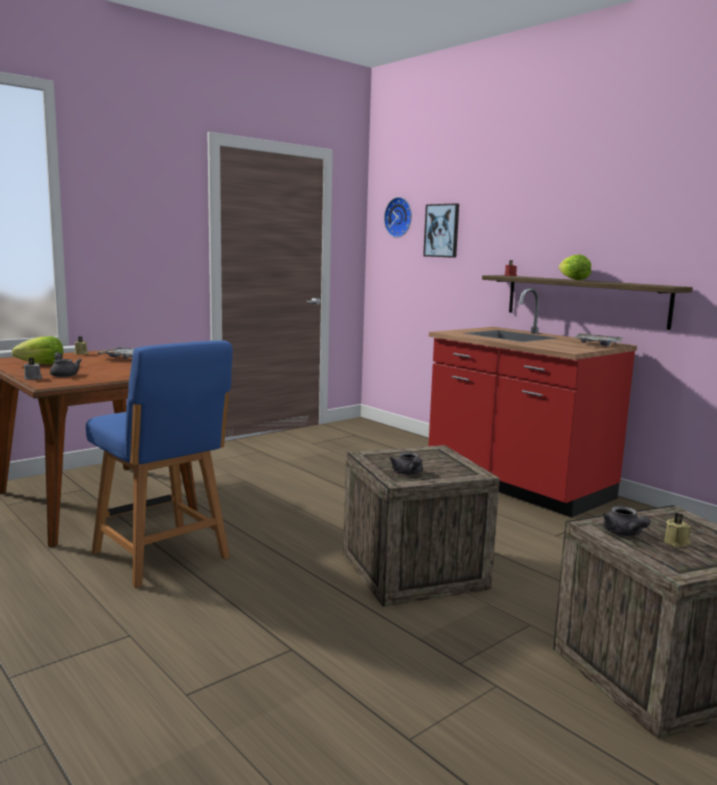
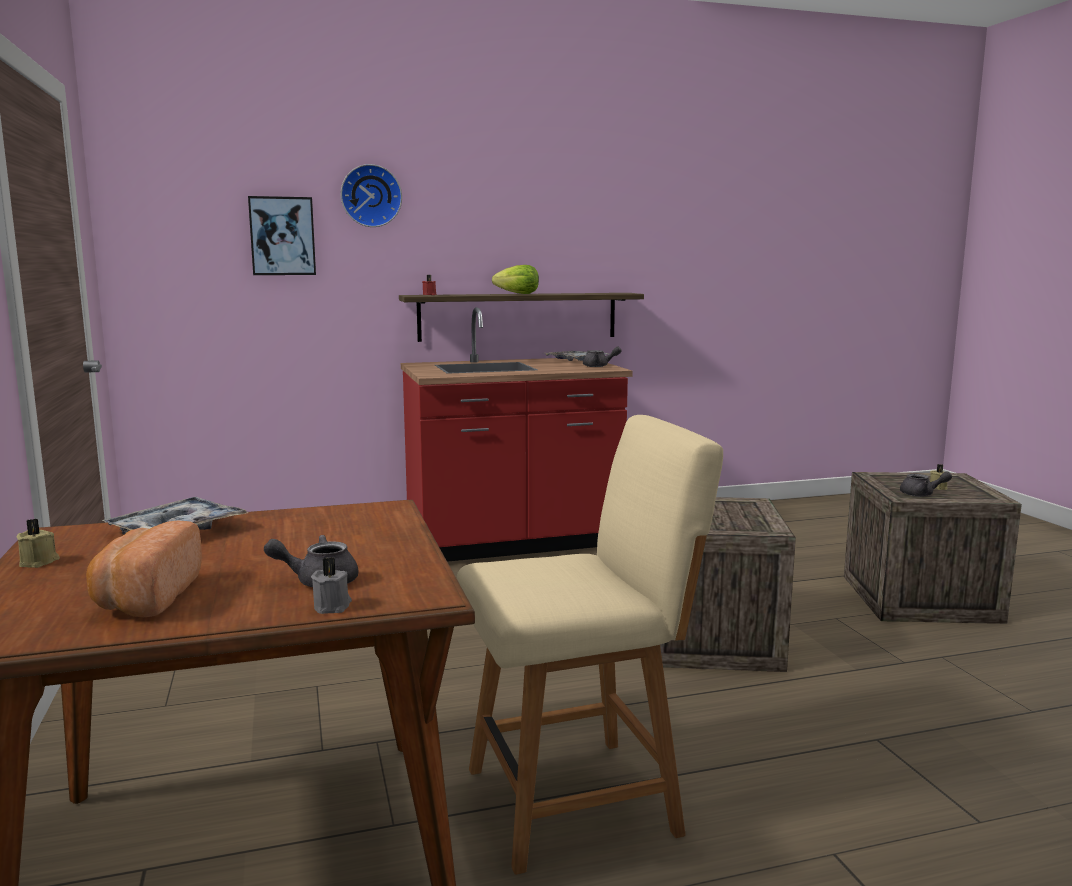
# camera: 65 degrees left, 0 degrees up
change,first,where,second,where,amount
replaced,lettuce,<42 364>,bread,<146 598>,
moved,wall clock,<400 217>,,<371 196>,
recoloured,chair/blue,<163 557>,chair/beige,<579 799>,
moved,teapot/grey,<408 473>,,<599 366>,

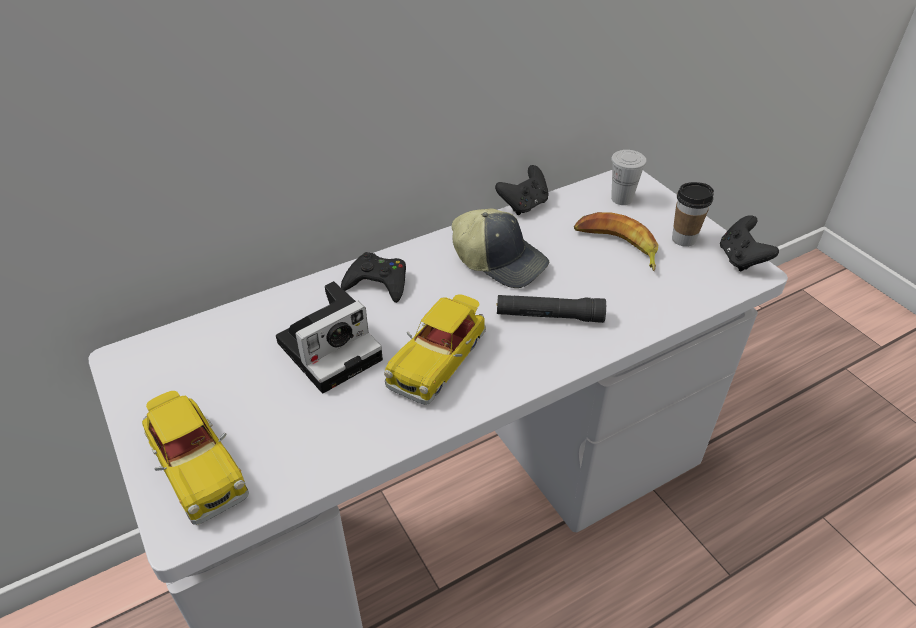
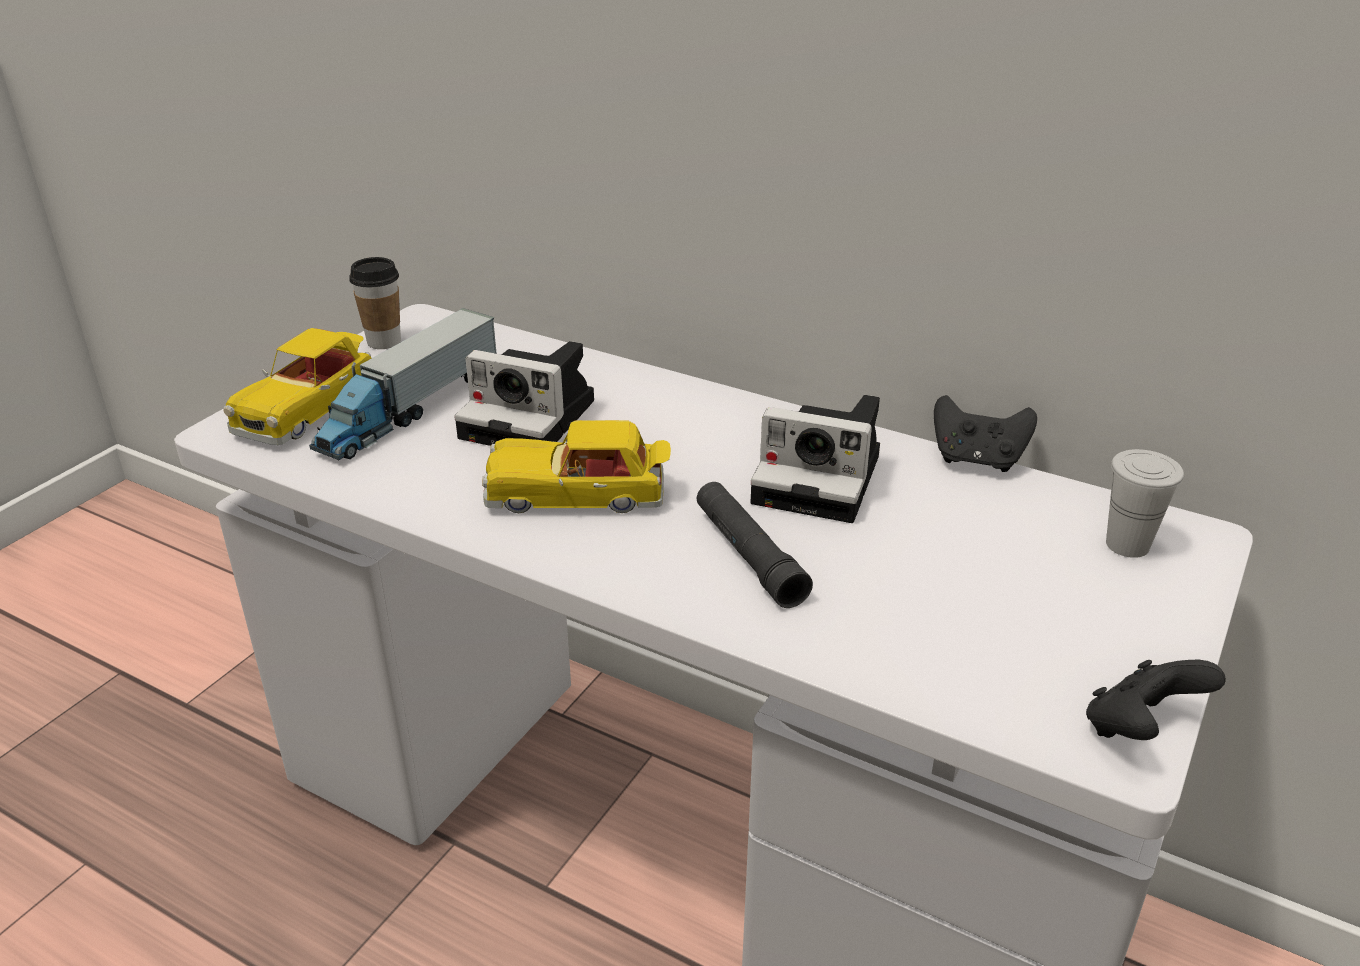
# camera: 60 degrees right, 10 degrees down
change,first,where,second,where,amount
added,,,toy truck,<410 409>,
moved,cup,<683 239>,,<384 342>,
replaced,cap,<500 261>,photo camera,<823 479>,
removed,game controller/black,<378 282>,,,
removed,banana,<617 246>,,,

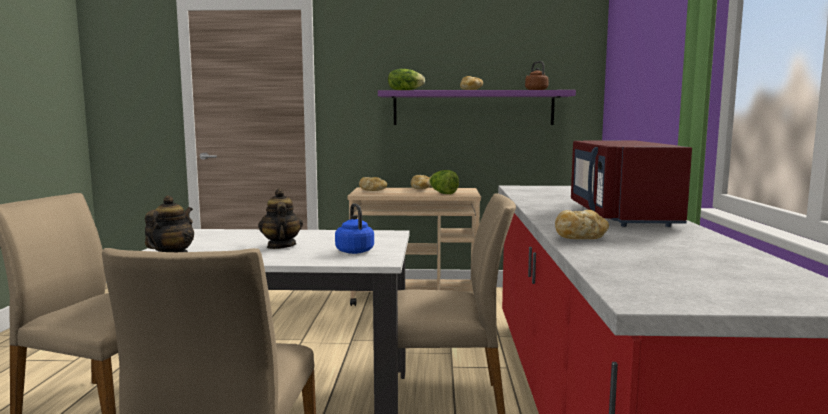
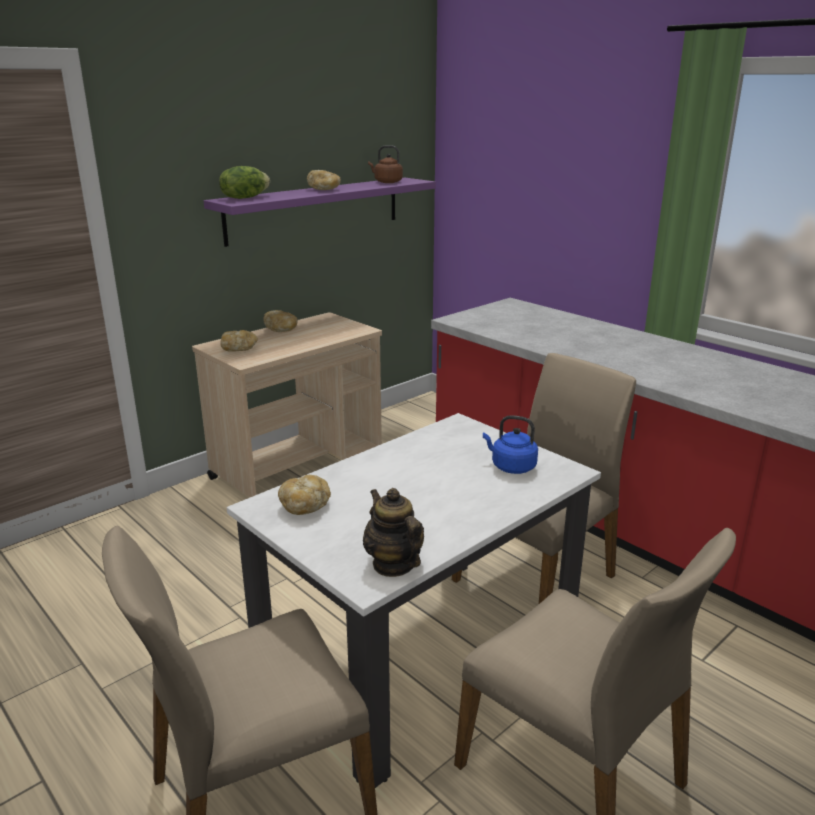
# camera: 45 degrees left, 15 degrees up
change,first,where,second,where,amount
moved,bread,<580 238>,,<305 506>,
removed,teapot,<281 246>,,,
removed,lettuce,<442 193>,,,
removed,microwave/red,<620 216>,,,

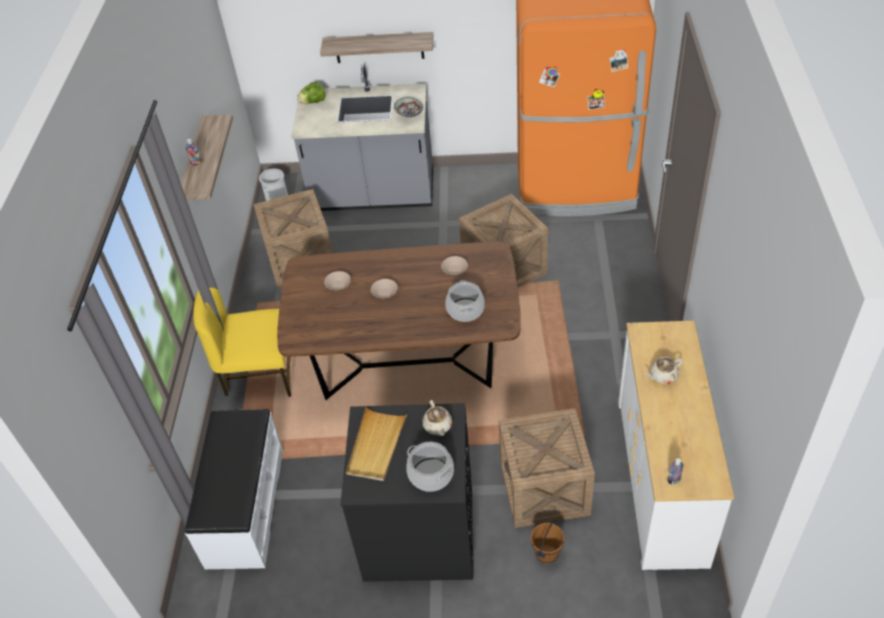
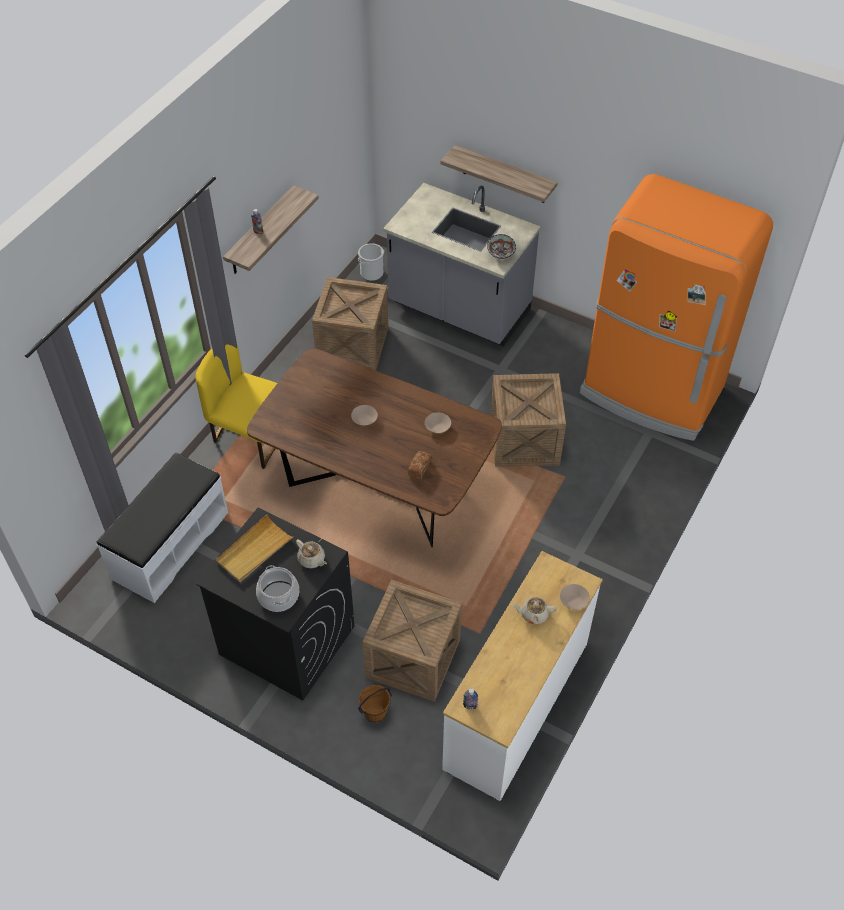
# camera: 25 degrees right, 5 degrees up
change,first,where,second,where,amount
turned,teapot/beige,<437 426>,,<312 559>,60 degrees counterclockwise
replaced,cooking pot,<465 310>,bread,<419 468>,
moved,bowl/beige,<338 285>,,<574 600>,
removed,lettuce,<313 102>,,,

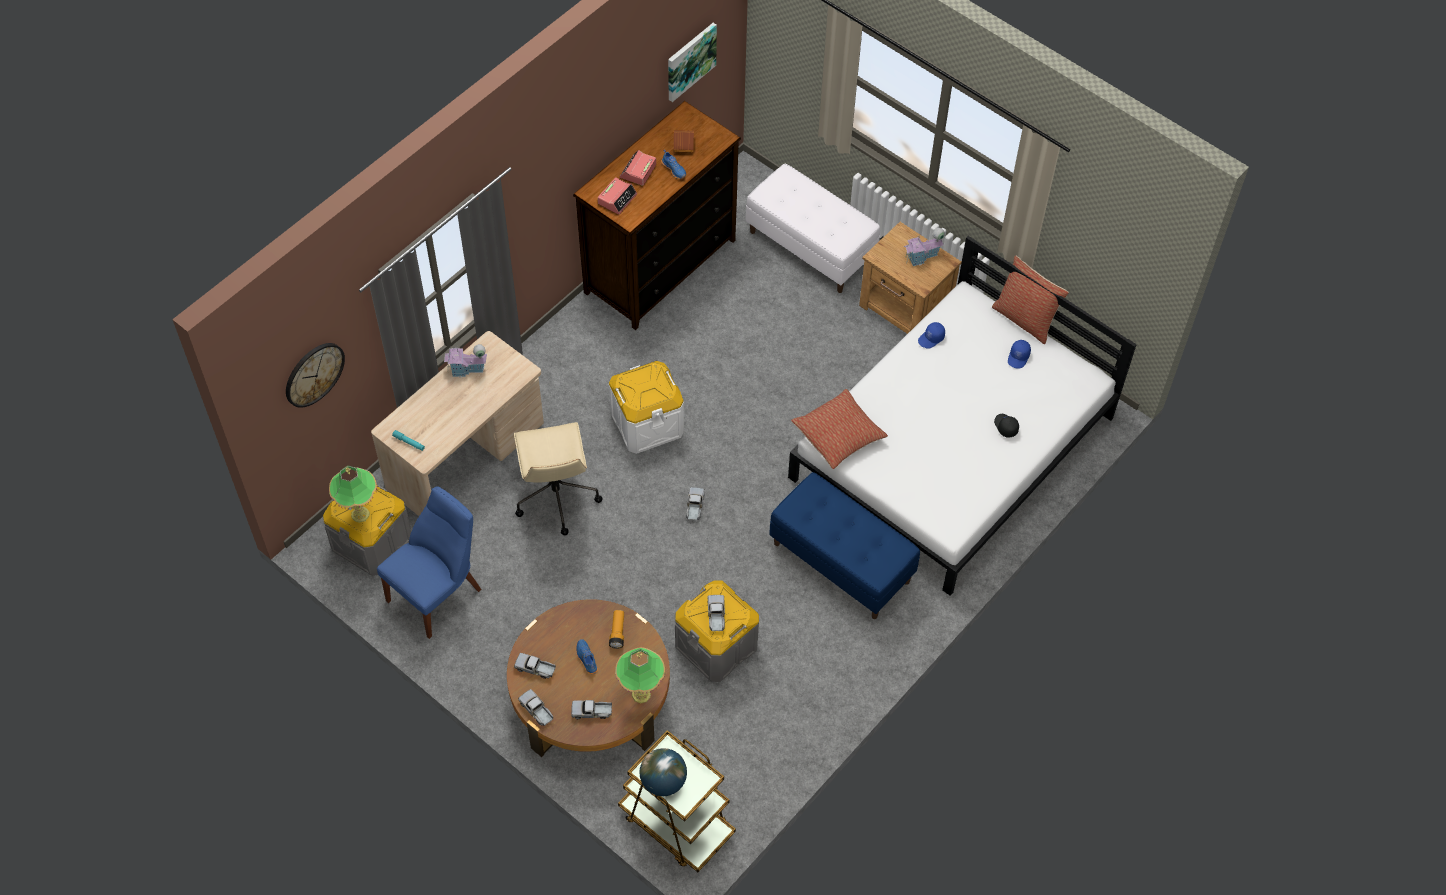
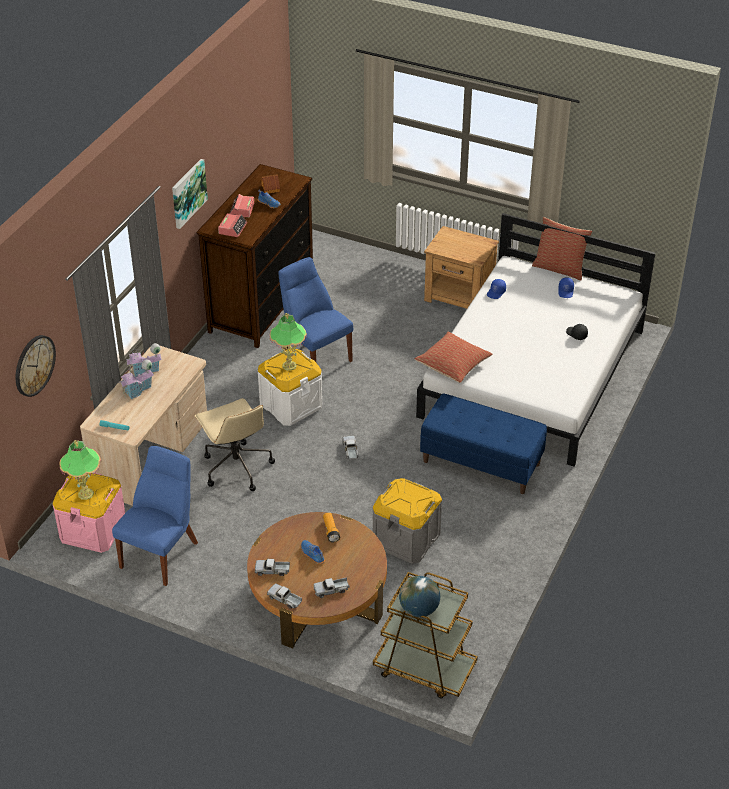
# camera: 15 degrees left, 15 degrees down
change,first,where,second,where,amount
recoloured,storage box/grey,<372 542>,storage box/pink,<93 530>,
moved,toy house,<922 257>,,<138 390>,
moved,picture,<690 61>,,<188 193>,
moved,table lamp,<641 694>,,<289 365>,
added,,,chair/blue,<315 354>,
removed,toy truck,<716 615>,,,
removed,bench/white,<811 247>,,,

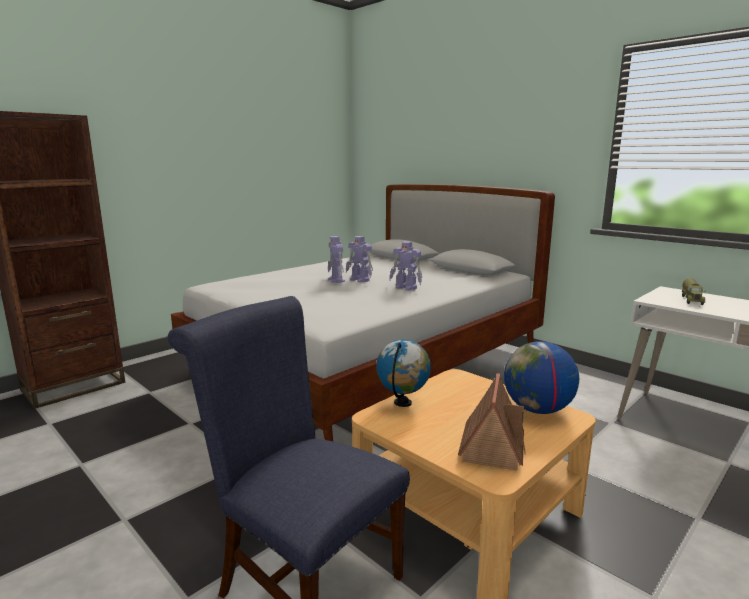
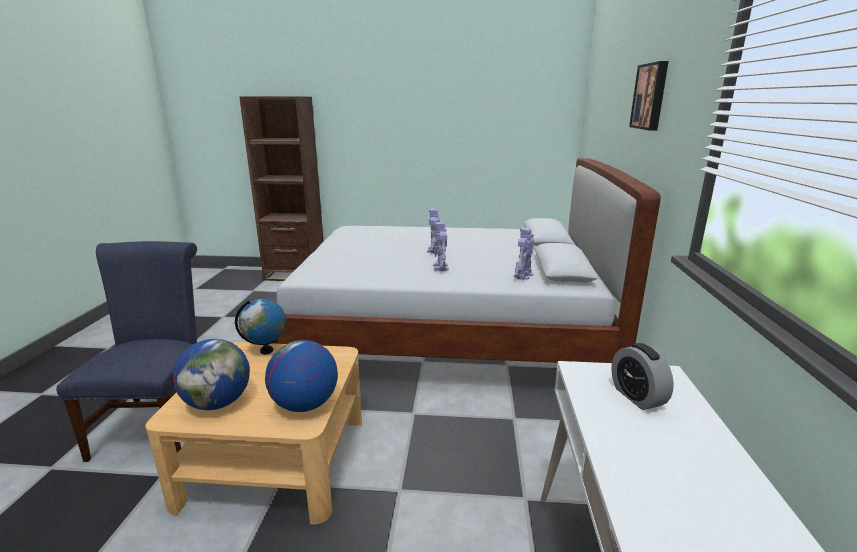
# camera: 50 degrees right, 5 degrees up
change,first,where,second,where,amount
replaced,toy house,<492 446>,globe,<218 403>,
moved,toy robot,<336 280>,,<523 276>,
replaced,toy truck,<692 300>,alarm clock,<637 397>,
added,,,picture,<651 96>,

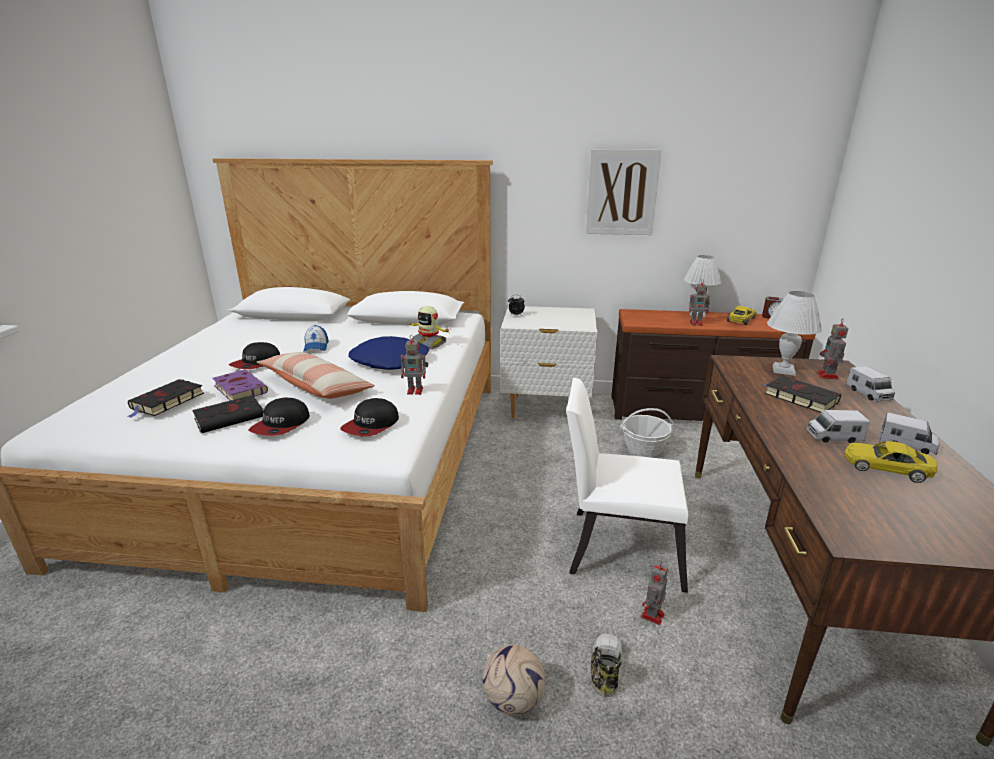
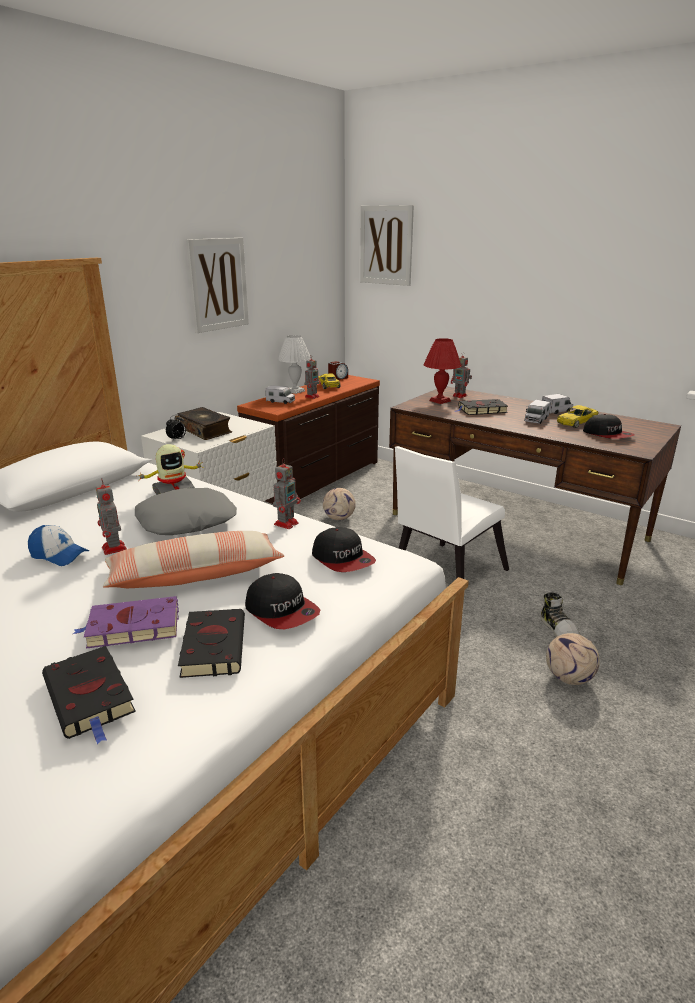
# camera: 60 degrees left, 0 degrees up
change,first,where,second,where,amount
moved,toy robot,<652 616>,,<114 549>,
recoloured,pillow/blue,<390 361>,pillow/grey,<186 520>,
added,,,book,<204 430>,
moved,toy truck,<868 394>,,<280 401>,
replaced,basket,<643 449>,football,<339 518>,
added,,,picture,<386 245>,
recoloured,table lamp/white,<784 370>,table lamp/red,<440 401>,
turned,shoe,<604 669>,,<558 628>,150 degrees counterclockwise
moved,cap,<256 363>,,<607 435>,

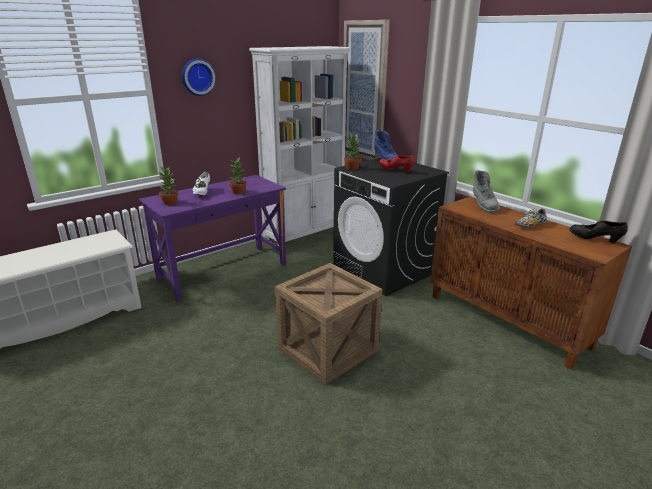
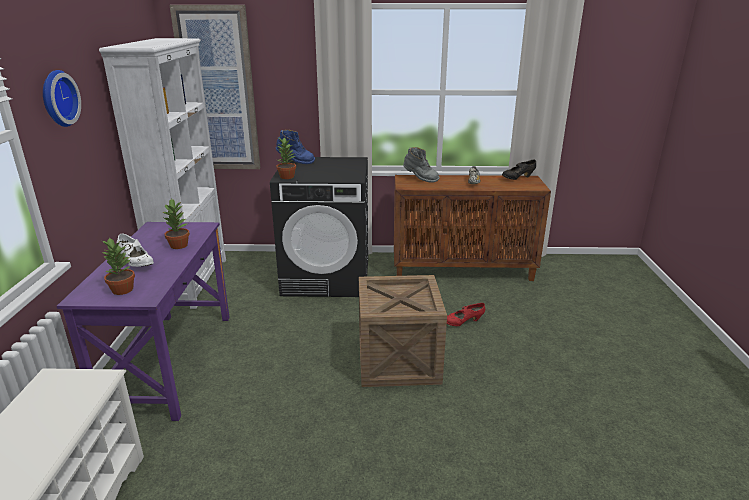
# camera: 50 degrees left, 0 degrees up
change,first,where,second,where,amount
moved,shoe/red,<395 170>,,<464 323>,

